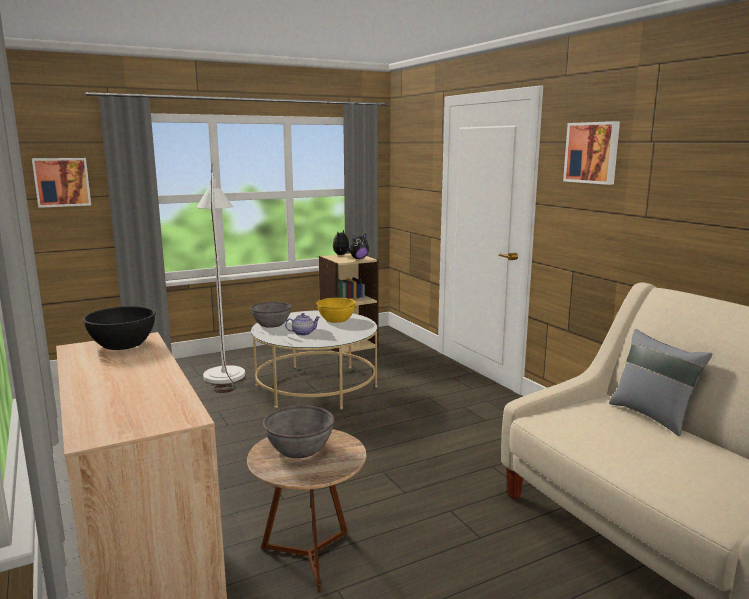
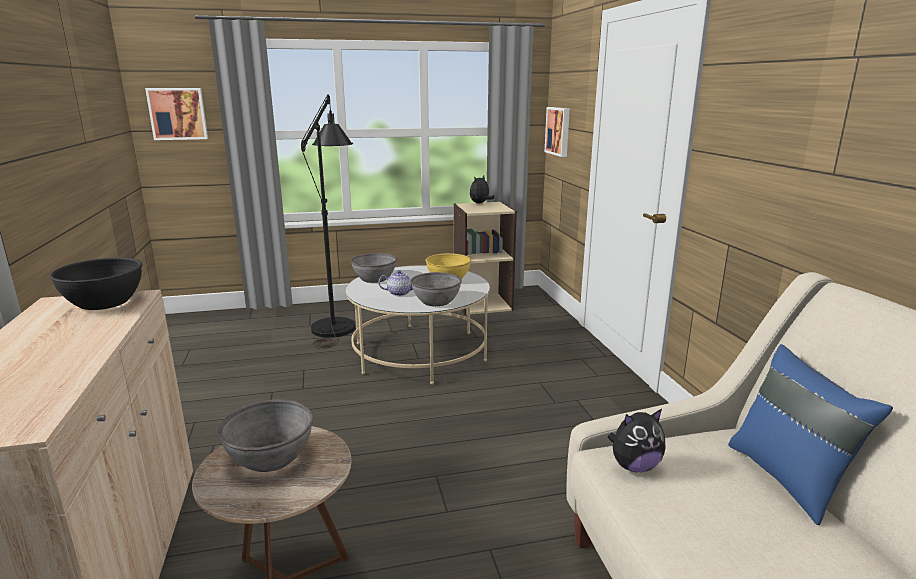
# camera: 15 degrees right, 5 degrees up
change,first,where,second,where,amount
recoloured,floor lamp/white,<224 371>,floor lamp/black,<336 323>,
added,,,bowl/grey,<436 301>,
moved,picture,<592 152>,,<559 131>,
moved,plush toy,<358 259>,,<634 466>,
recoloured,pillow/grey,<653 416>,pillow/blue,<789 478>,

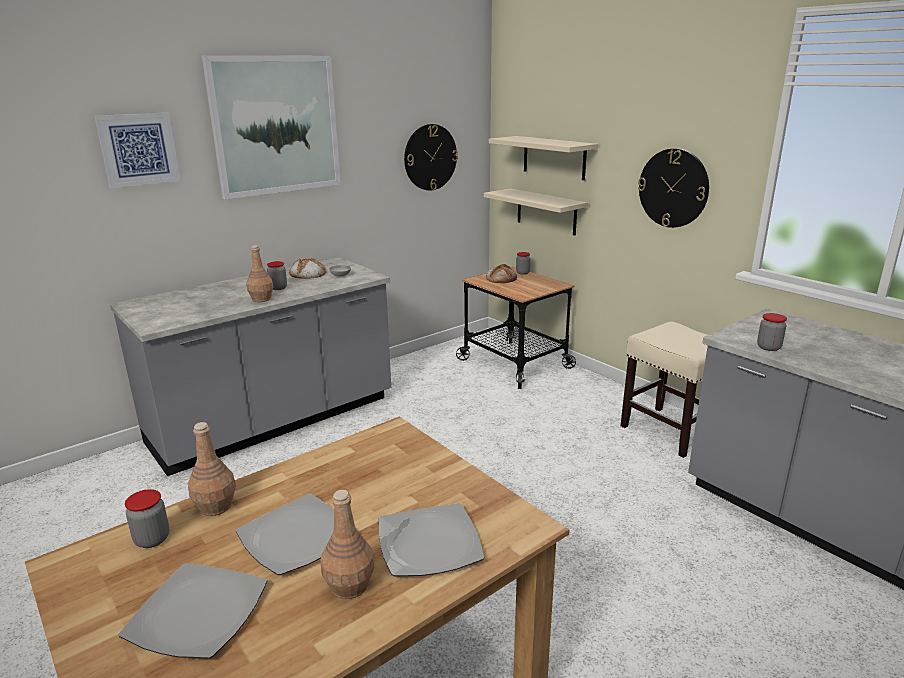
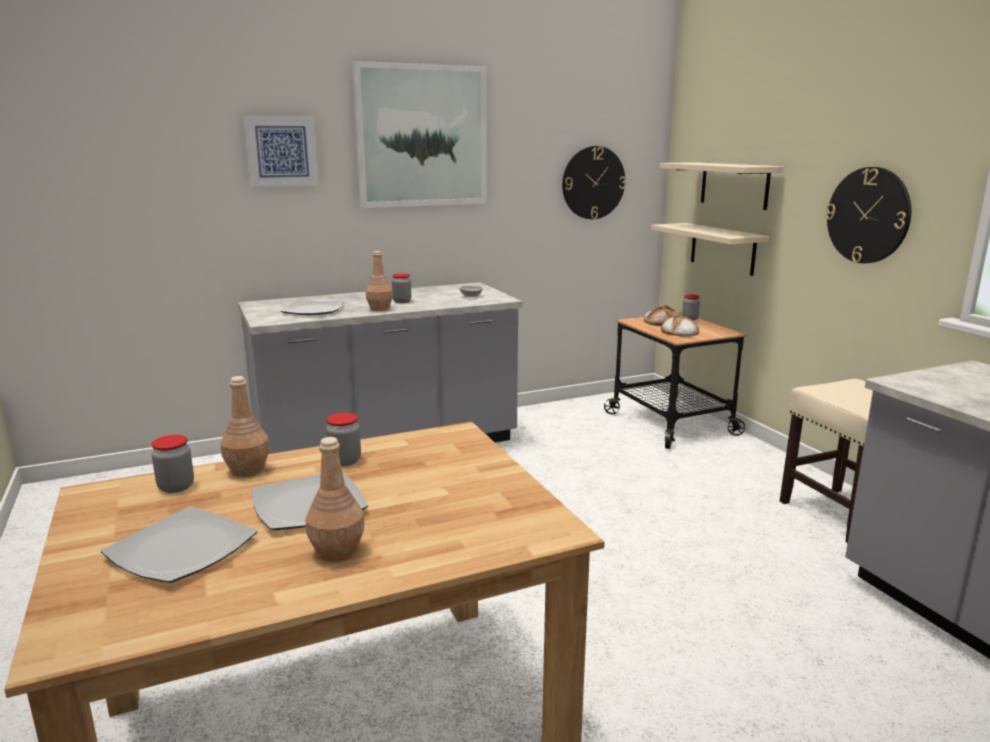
# camera: 15 degrees right, 5 degrees down
change,first,where,second,where,amount
moved,plate,<430 544>,,<313 310>,
moved,jar,<768 347>,,<345 461>,
moved,bread,<308 274>,,<679 332>,

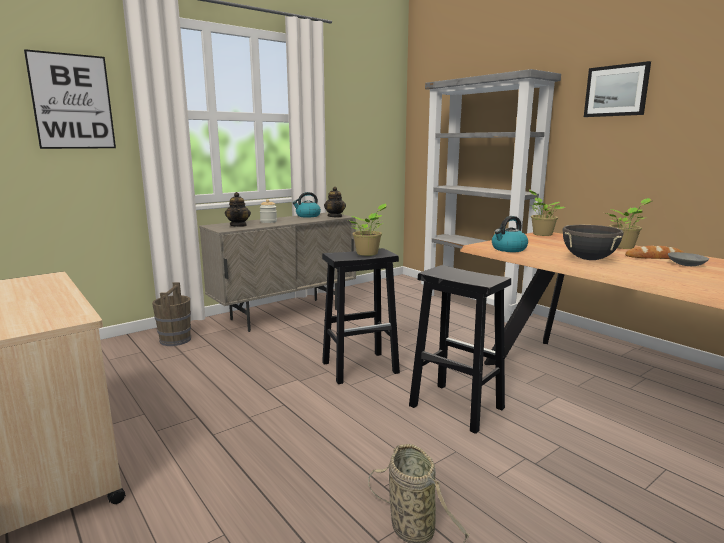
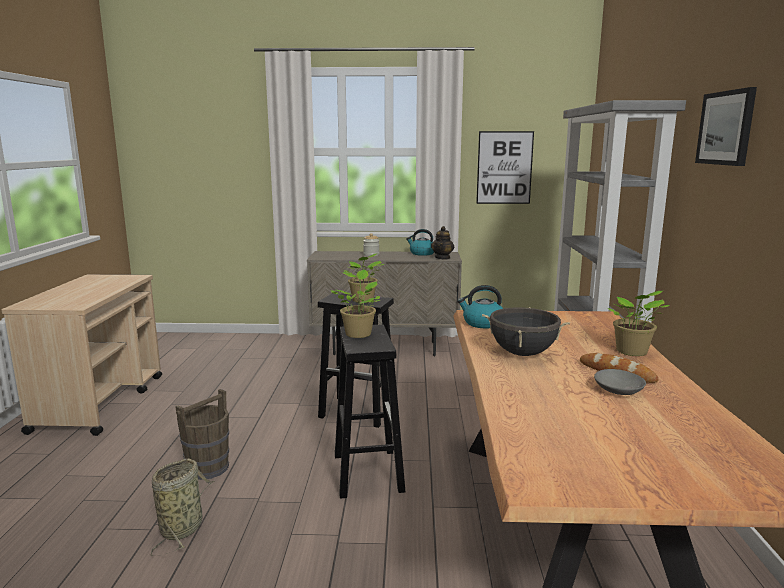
# camera: 40 degrees right, 0 degrees up
change,first,where,second,where,amount
moved,bucket/brown,<175 340>,,<208 468>,
moved,potted plant,<541 234>,,<358 333>,
moved,picture,<72 102>,,<504 168>,
removed,teapot,<238 225>,,,

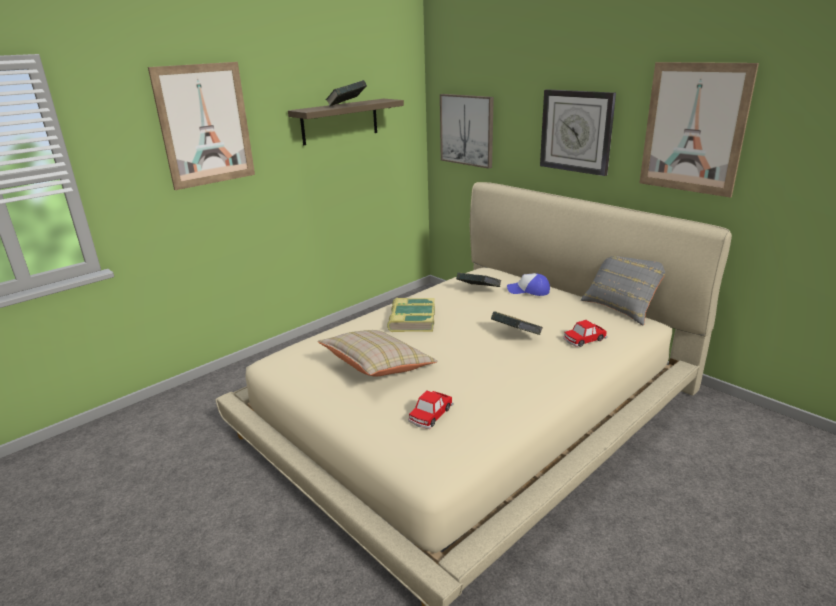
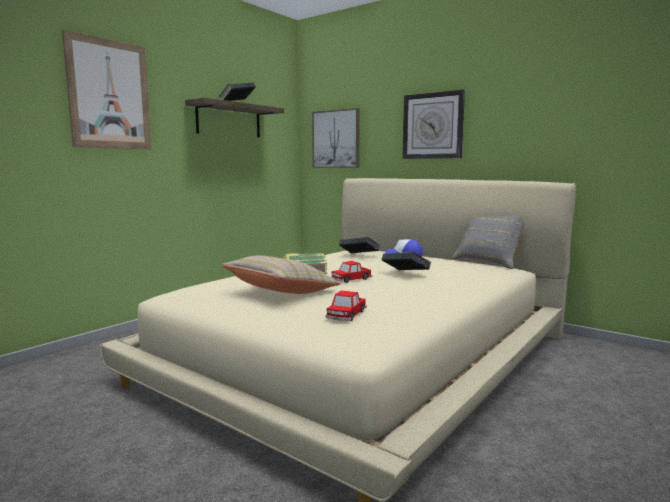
# camera: 10 degrees left, 15 degrees down
change,first,where,second,where,amount
moved,toy car,<584 339>,,<351 279>,
removed,picture,<693 128>,,,

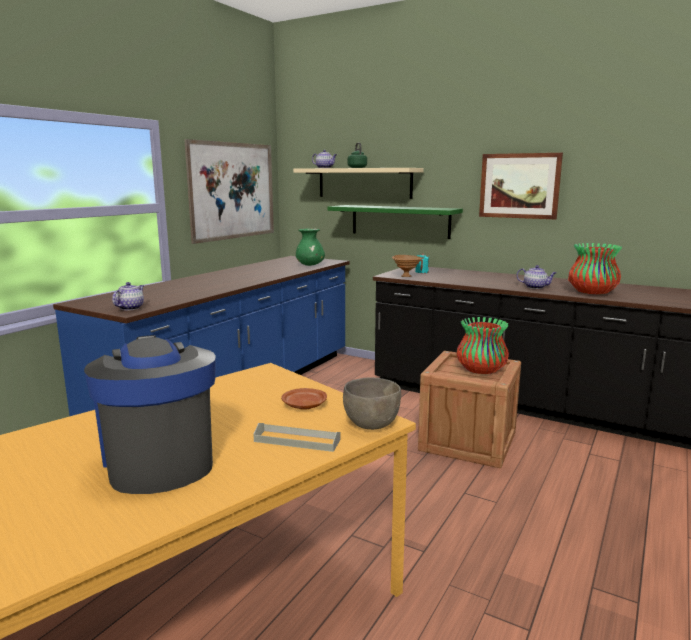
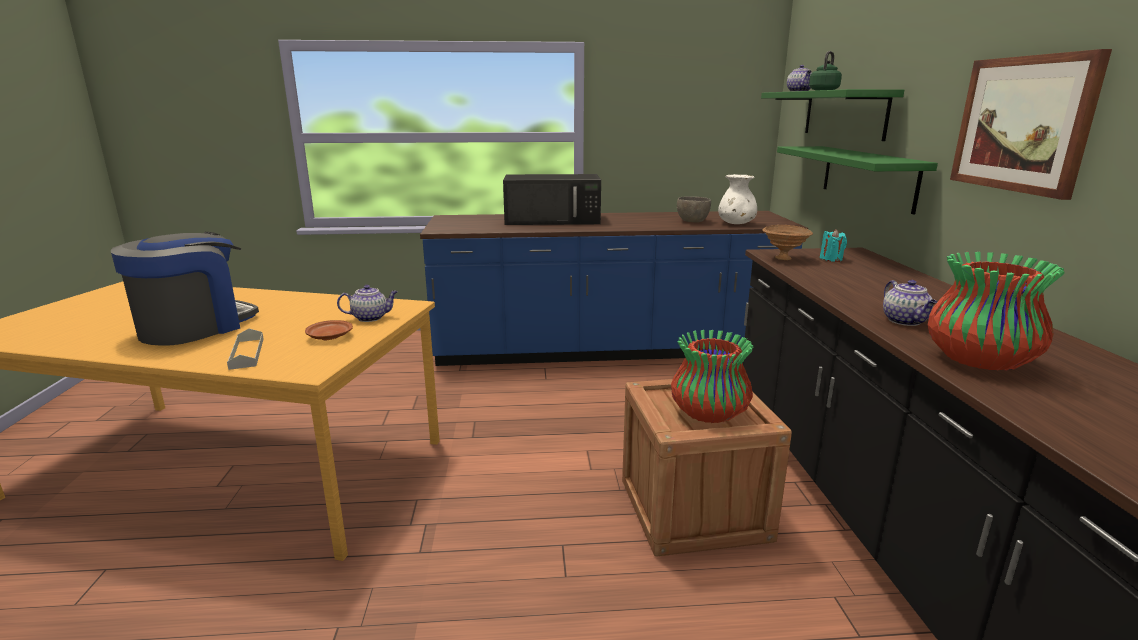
# camera: 55 degrees right, 5 degrees up
change,first,where,second,where,amount
moved,teapot,<130 308>,,<371 318>,
added,,,microwave/black,<553 220>,
moved,bowl/grey,<371 425>,,<692 221>,
recoloured,vase/green,<310 265>,vase/white,<736 224>,
recoloured,shelf/beige,<364 183>,shelf/green,<844 114>,
removed,picture,<233 191>,,,

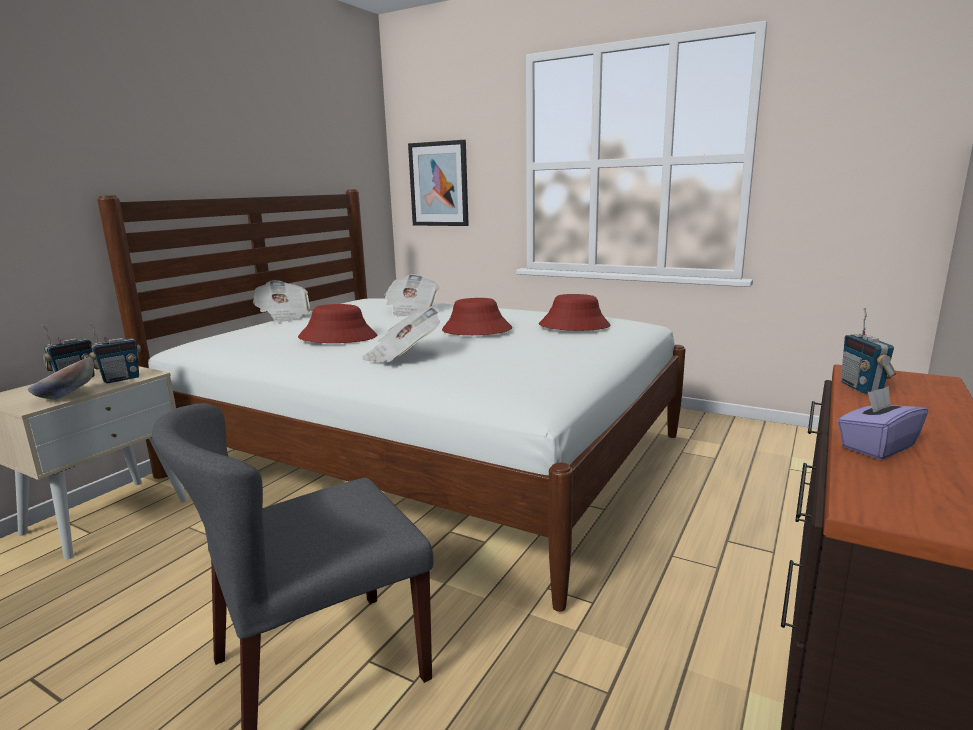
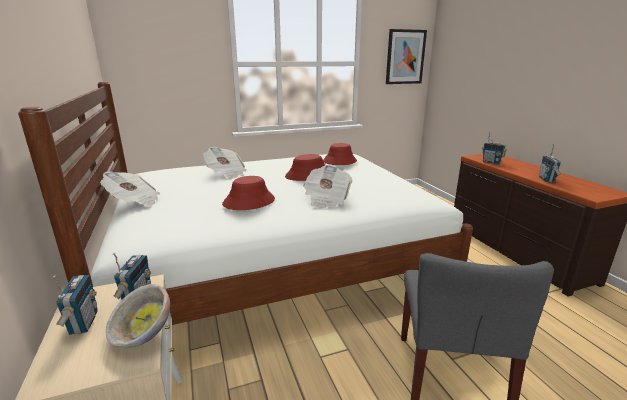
# camera: 50 degrees left, 5 degrees up
change,first,where,second,where,amount
moved,picture,<439 184>,,<405 57>,
replaced,tissue box/purple,<876 447>,radio,<546 179>,

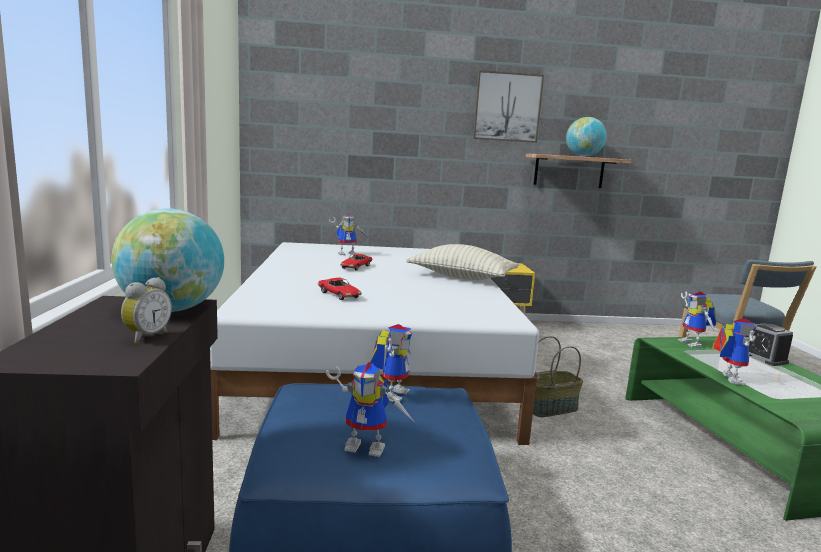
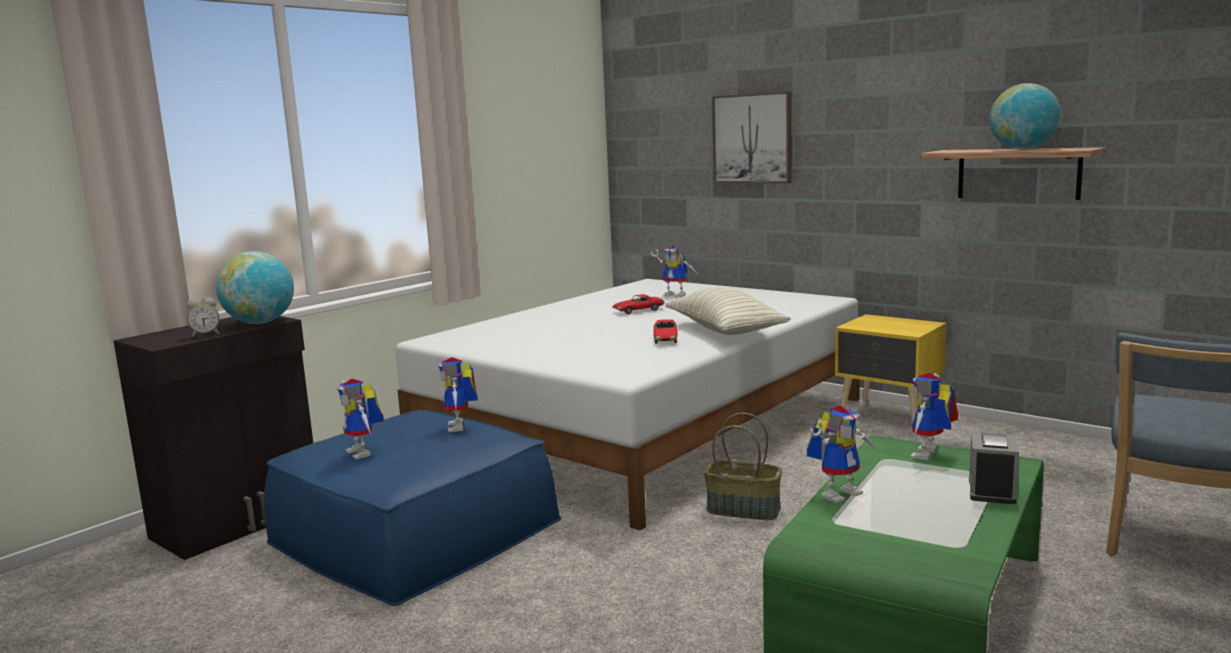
# camera: 45 degrees right, 0 degrees up
change,first,where,second,where,amount
turned,toy robot,<392 393>,,<461 427>,105 degrees clockwise
moved,toy car,<339 295>,,<665 339>,
moved,picture,<507 107>,,<752 138>,

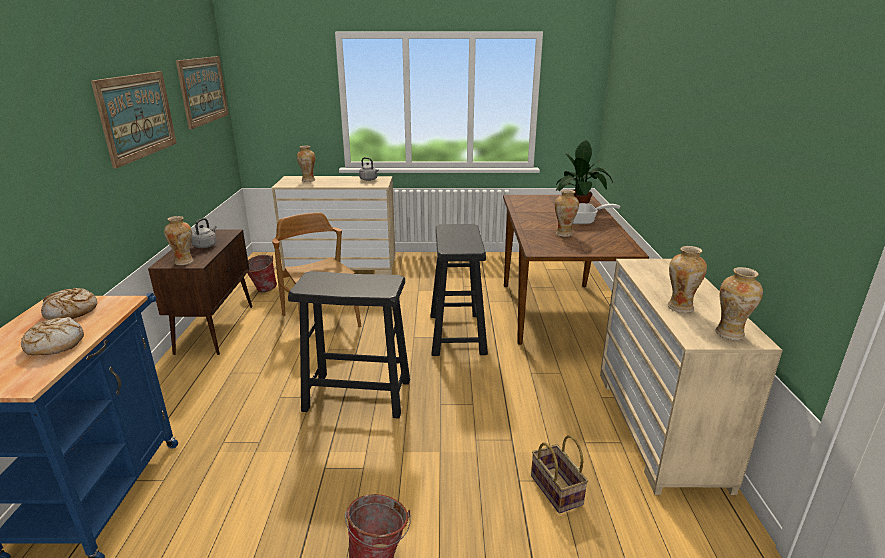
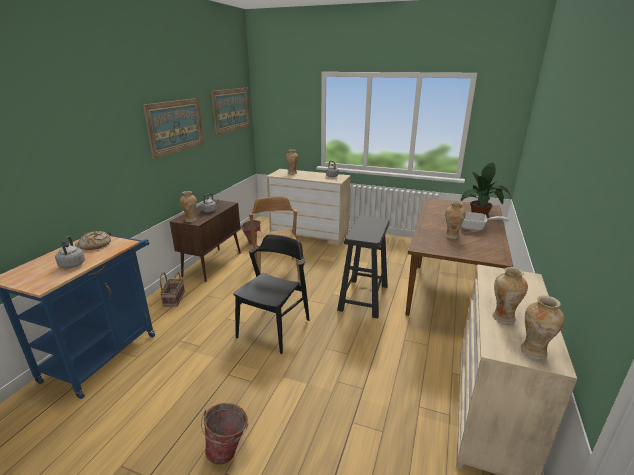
# camera: 20 degrees right, 0 degrees up
change,first,where,second,where,amount
replaced,bread,<54 344>,kettle/grey,<73 264>,
moved,basket,<554 489>,,<173 298>,
replaced,stool/black,<358 395>,chair/black,<274 328>,

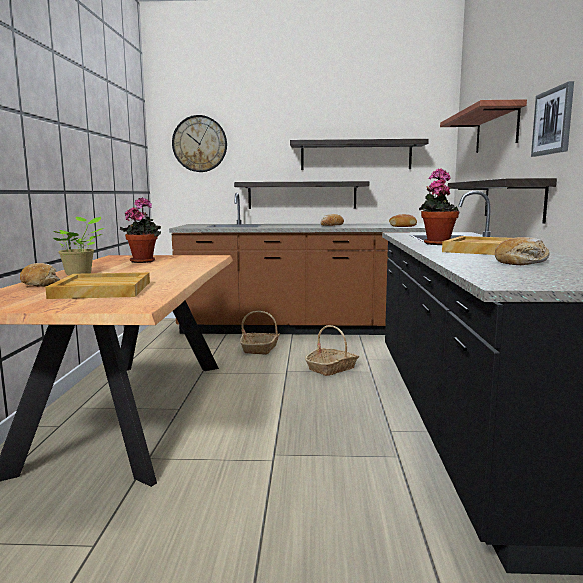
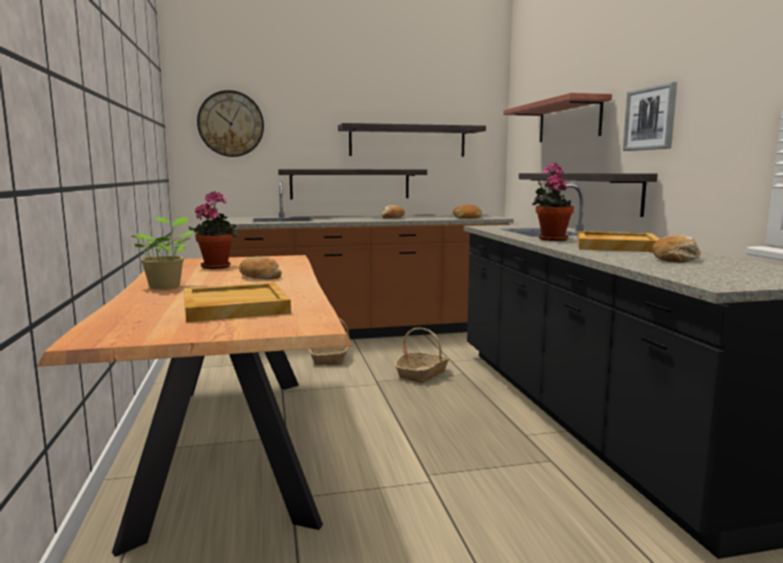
# camera: 15 degrees left, 0 degrees up
change,first,where,second,where,amount
moved,bread,<40 284>,,<259 277>,

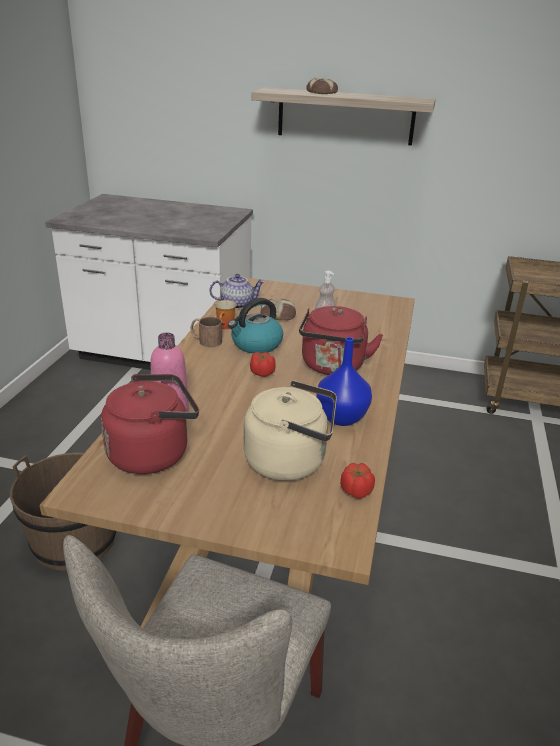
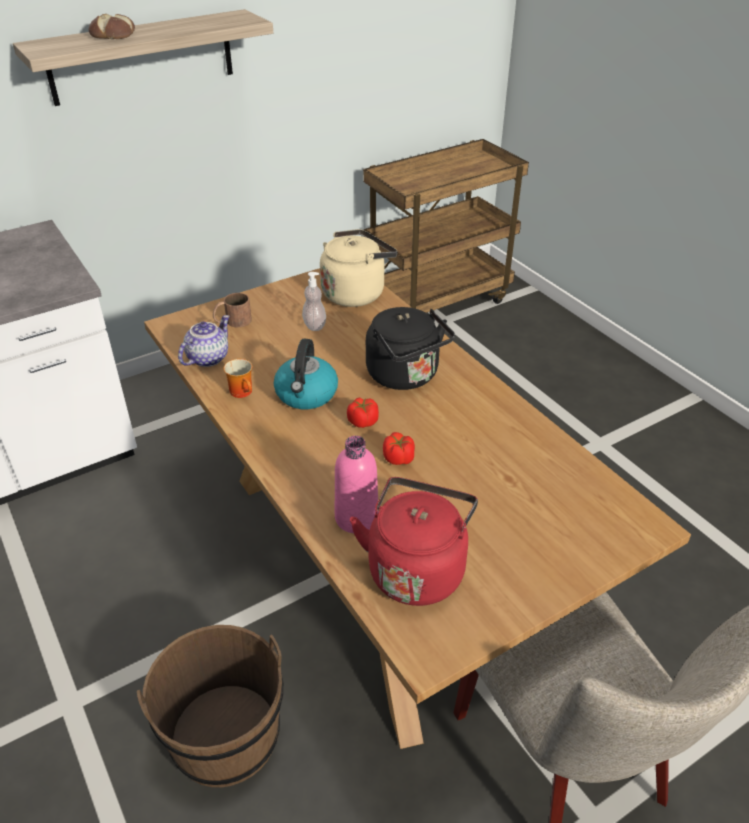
# camera: 45 degrees left, 10 degrees up
change,first,where,second,where,amount
moved,mug/brown,<205 340>,,<232 321>,
moved,kettle/beige,<290 462>,,<356 293>,
recoloured,kettle/red,<333 367>,kettle/black,<406 376>,
moved,tomato,<356 491>,,<398 458>,
removed,bread,<278 314>,,,
removed,vase/blue,<341 417>,,,

